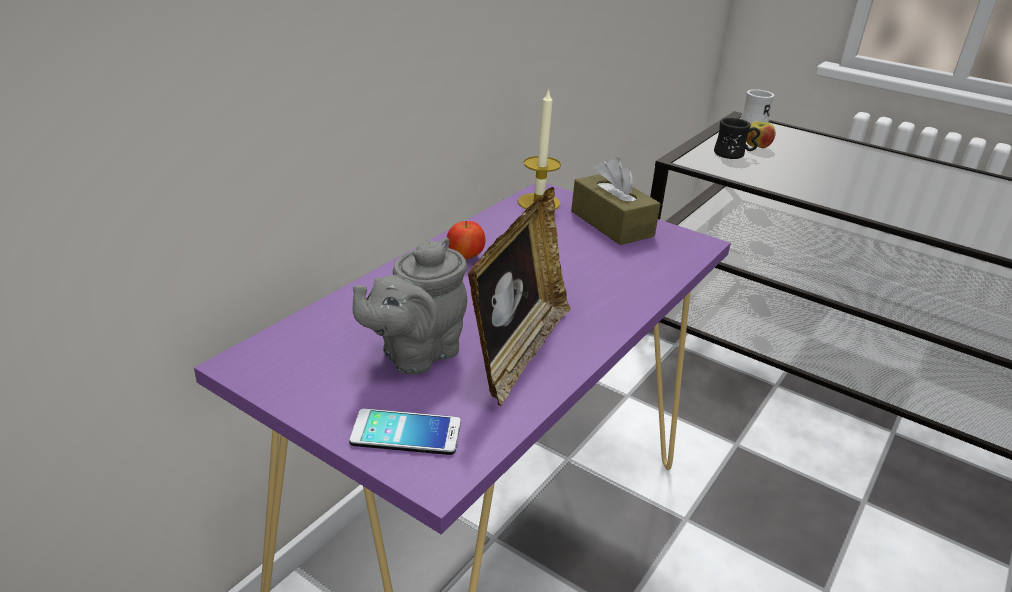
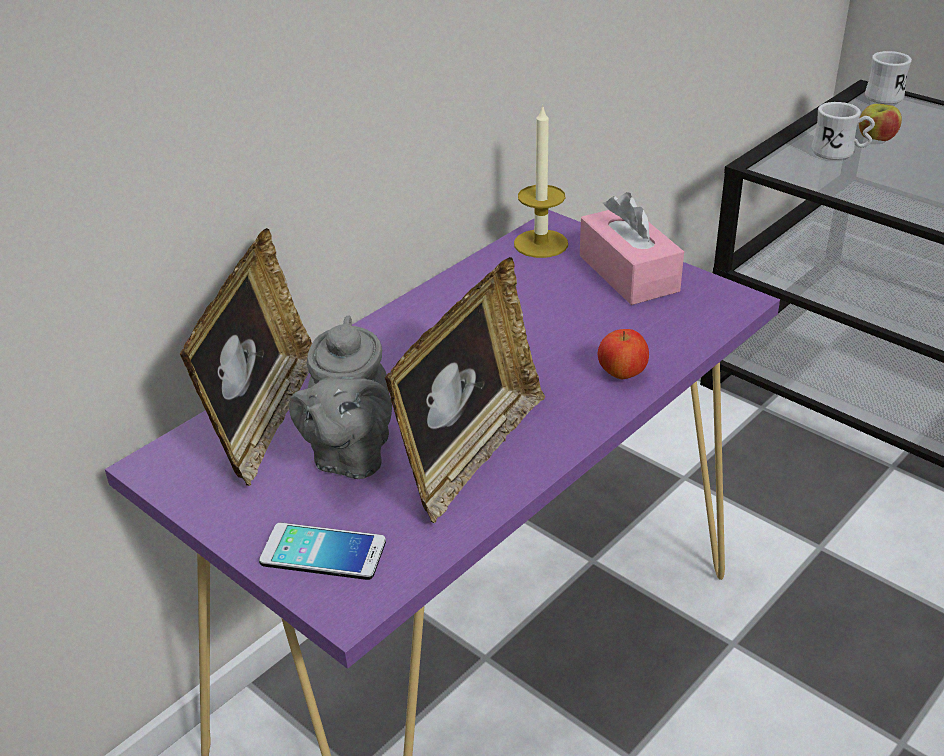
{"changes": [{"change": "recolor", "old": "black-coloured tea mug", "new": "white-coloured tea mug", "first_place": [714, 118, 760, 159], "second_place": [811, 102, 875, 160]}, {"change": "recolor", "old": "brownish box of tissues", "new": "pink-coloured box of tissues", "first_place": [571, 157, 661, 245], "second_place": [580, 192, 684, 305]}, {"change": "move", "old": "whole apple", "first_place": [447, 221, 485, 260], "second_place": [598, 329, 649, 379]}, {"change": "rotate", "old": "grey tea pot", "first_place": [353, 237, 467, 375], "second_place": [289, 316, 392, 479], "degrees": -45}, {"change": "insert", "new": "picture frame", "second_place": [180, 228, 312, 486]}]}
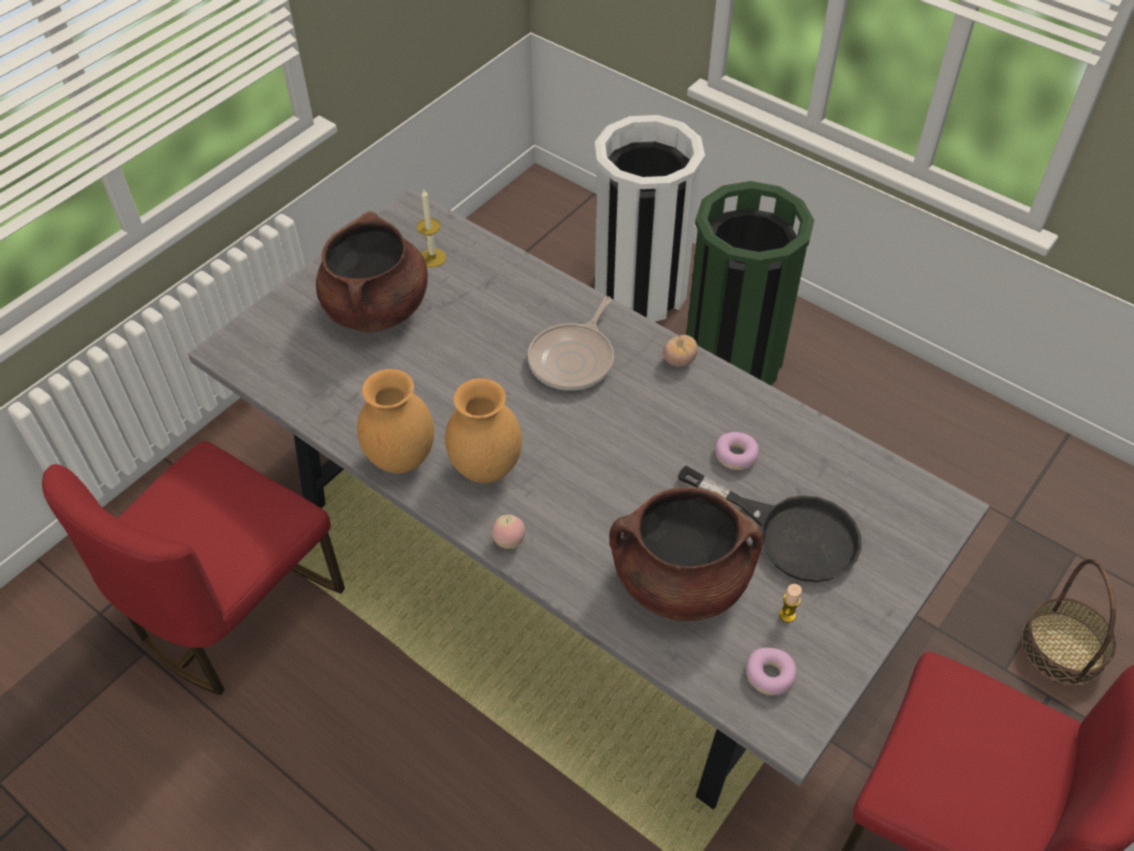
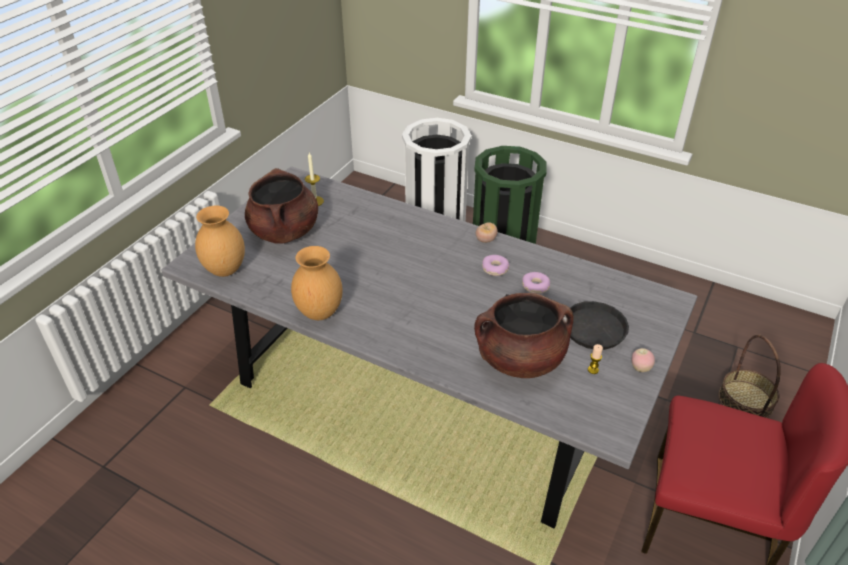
{"changes": [{"change": "delete", "old": "frying pan", "first_place": [528, 296, 614, 391]}, {"change": "move", "old": "brownish decorative vase", "first_place": [445, 378, 522, 483], "second_place": [195, 206, 245, 277]}, {"change": "delete", "old": "reddish plain chair", "first_place": [42, 441, 345, 695]}, {"change": "move", "old": "whole apple", "first_place": [492, 515, 525, 549], "second_place": [632, 348, 655, 372]}, {"change": "move", "old": "doughnut", "first_place": [746, 647, 797, 695], "second_place": [482, 255, 510, 276]}]}
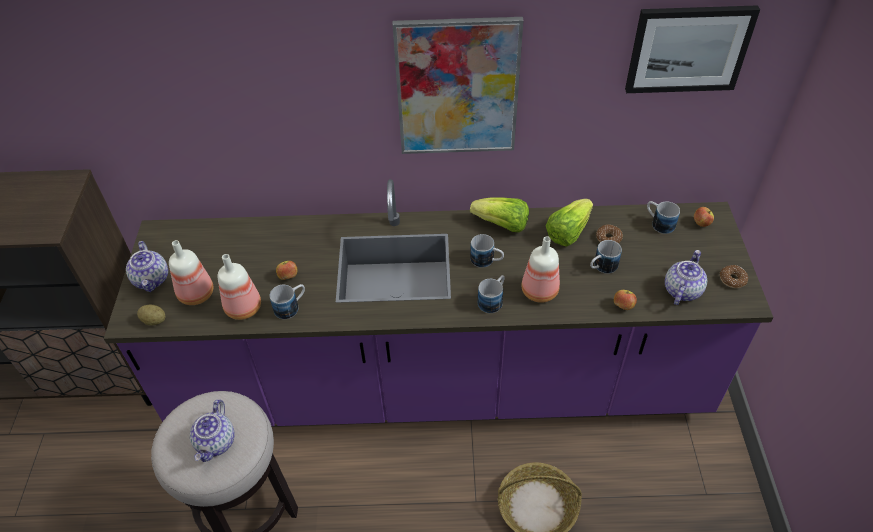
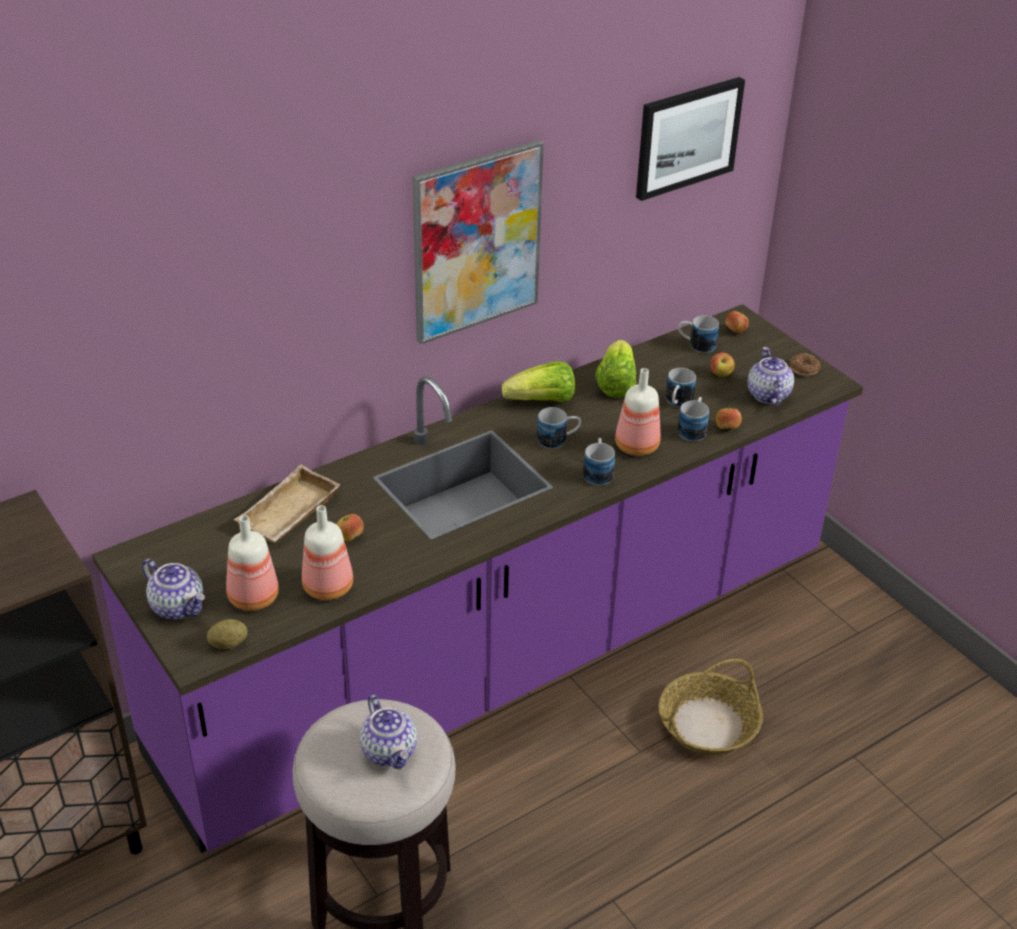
{"changes": [{"change": "delete", "old": "doughnut", "first_place": [596, 225, 623, 244]}, {"change": "move", "old": "tea mug", "first_place": [270, 284, 305, 319], "second_place": [677, 397, 709, 441]}, {"change": "insert", "new": "whole apple", "second_place": [710, 352, 735, 377]}, {"change": "insert", "new": "sand-coloured tray", "second_place": [234, 465, 341, 543]}]}
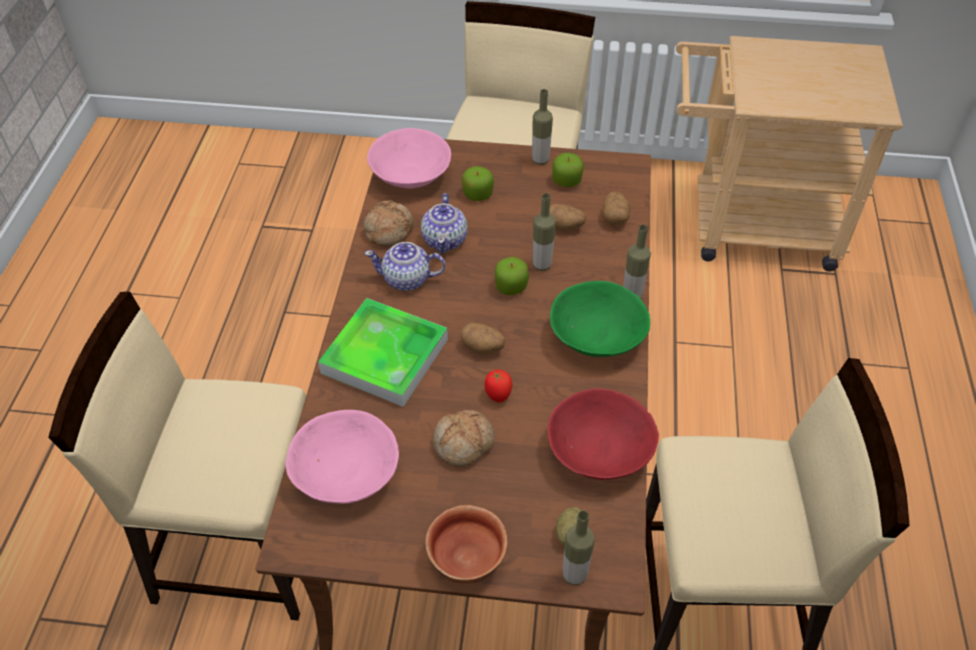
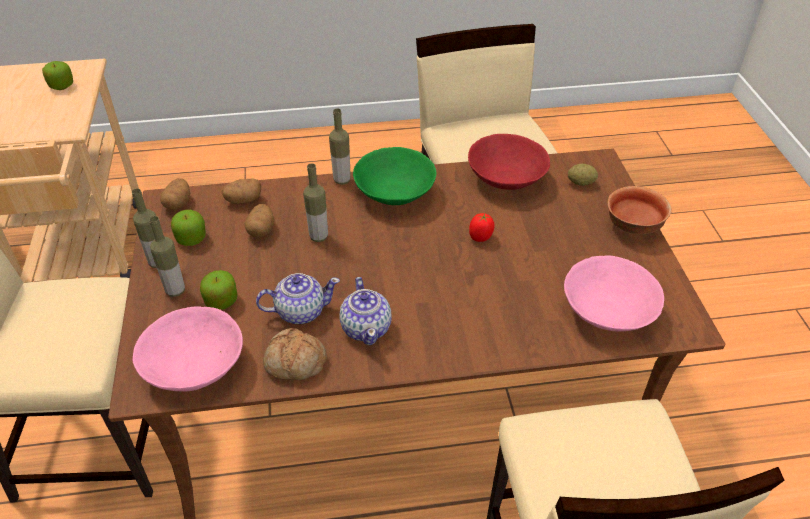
{"changes": [{"change": "move", "old": "whole apple", "first_place": [495, 257, 529, 295], "second_place": [42, 61, 73, 90]}, {"change": "delete", "old": "tray", "first_place": [318, 298, 448, 407]}, {"change": "move", "old": "whole potato", "first_place": [460, 322, 506, 354], "second_place": [160, 178, 190, 210]}, {"change": "delete", "old": "baked bread", "first_place": [433, 410, 495, 467]}, {"change": "move", "old": "bottle", "first_place": [562, 510, 595, 585], "second_place": [149, 216, 185, 297]}]}
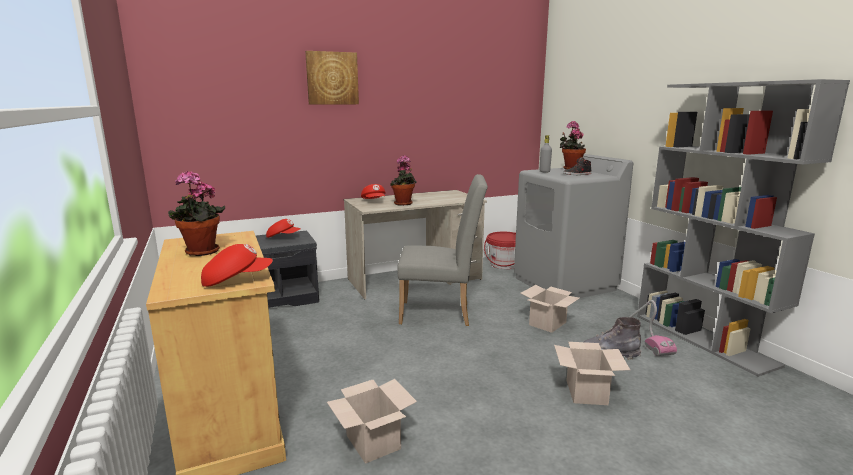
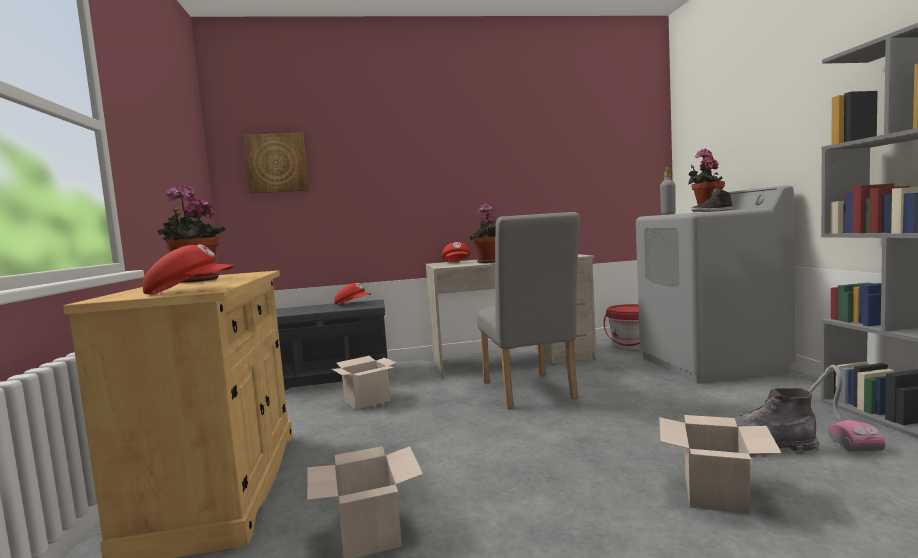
{"changes": [{"change": "move", "old": "wall art", "first_place": [305, 51, 359, 105], "second_place": [243, 133, 309, 194]}, {"change": "rotate", "old": "grey plain chair", "first_place": [397, 174, 488, 326], "second_place": [477, 212, 580, 409], "degrees": 60}, {"change": "move", "old": "cardboard box", "first_place": [521, 285, 580, 333], "second_place": [332, 356, 397, 410]}]}
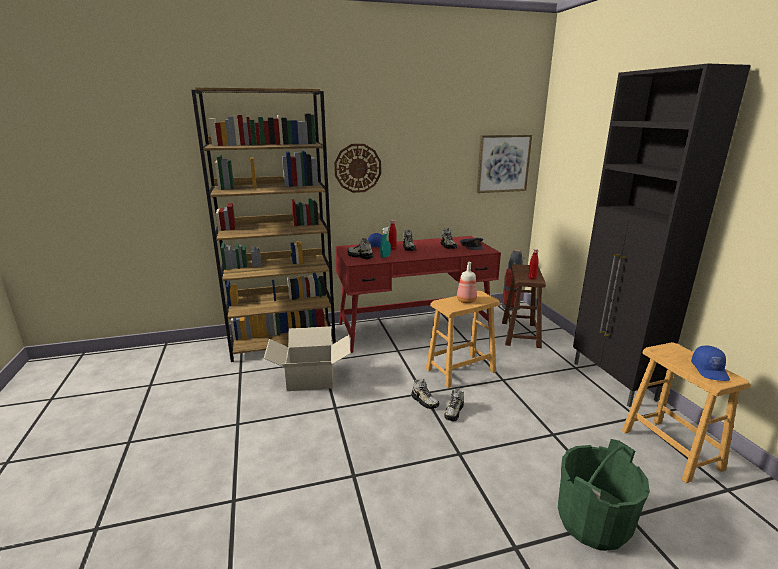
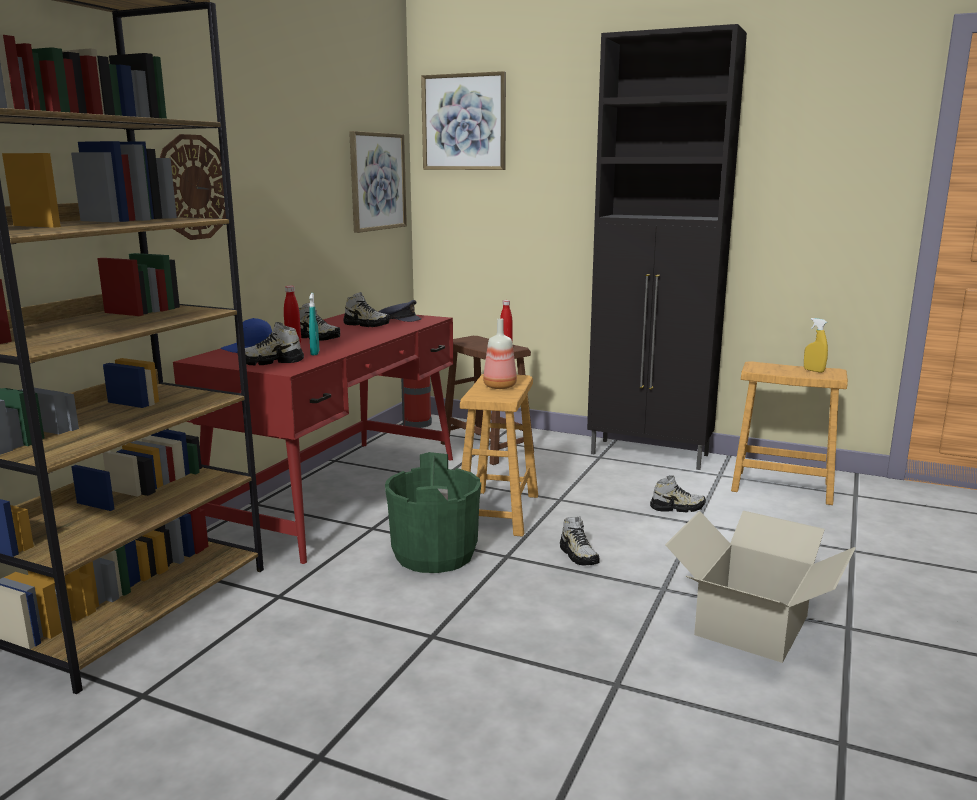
{"changes": [{"change": "move", "old": "cardboard box", "first_place": [264, 326, 351, 391], "second_place": [665, 511, 856, 663]}, {"change": "replace", "old": "bluish baseball cap", "new": "yellow-coloured hand sprayer", "first_place": [691, 346, 730, 381], "second_place": [804, 318, 828, 373]}, {"change": "move", "old": "shoe", "first_place": [411, 379, 439, 409], "second_place": [650, 475, 706, 513]}, {"change": "move", "old": "green-coloured bucket", "first_place": [558, 439, 650, 551], "second_place": [385, 452, 481, 573]}, {"change": "insert", "new": "wall art", "second_place": [421, 71, 506, 170]}]}
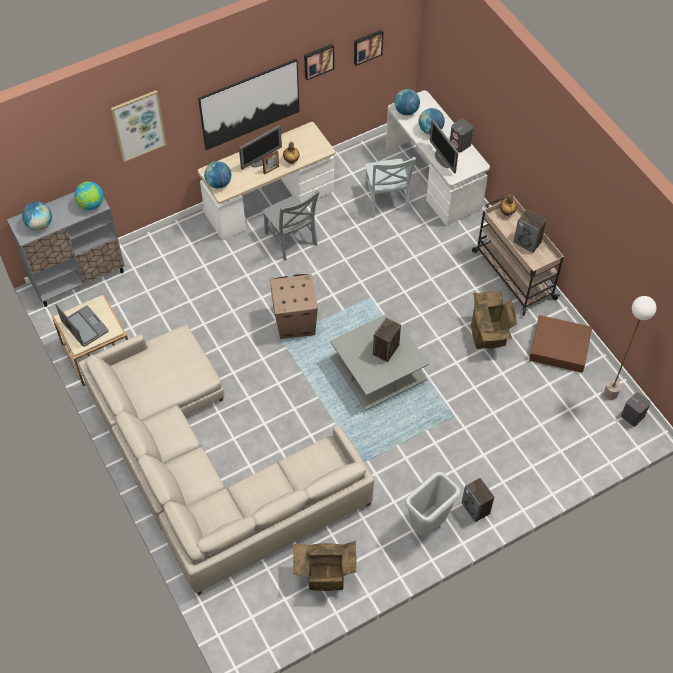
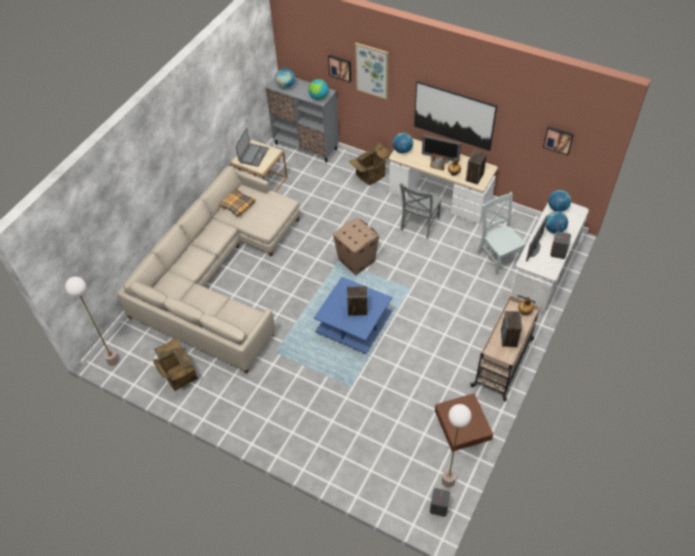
{"changes": [{"change": "move", "old": "wall art", "first_place": [304, 44, 334, 80], "second_place": [328, 55, 351, 82]}, {"change": "rotate", "old": "grey plain chair", "first_place": [365, 157, 416, 218], "second_place": [477, 192, 526, 275], "degrees": 105}, {"change": "move", "old": "cardboard box", "first_place": [471, 290, 517, 349], "second_place": [348, 142, 391, 185]}, {"change": "recolor", "old": "grey low table", "new": "bluish low table", "first_place": [330, 312, 429, 410], "second_place": [314, 277, 392, 354]}, {"change": "delete", "old": "grey rubbish bin", "first_place": [405, 472, 461, 537]}, {"change": "move", "old": "loudspeaker", "first_place": [462, 478, 495, 522], "second_place": [466, 150, 487, 185]}, {"change": "insert", "new": "throw pillow", "second_place": [219, 189, 255, 217]}, {"change": "insert", "new": "floor lamp", "second_place": [65, 277, 119, 366]}]}
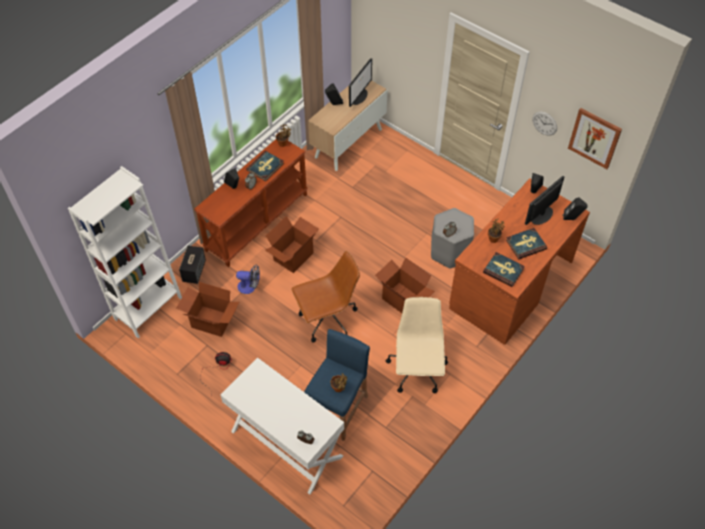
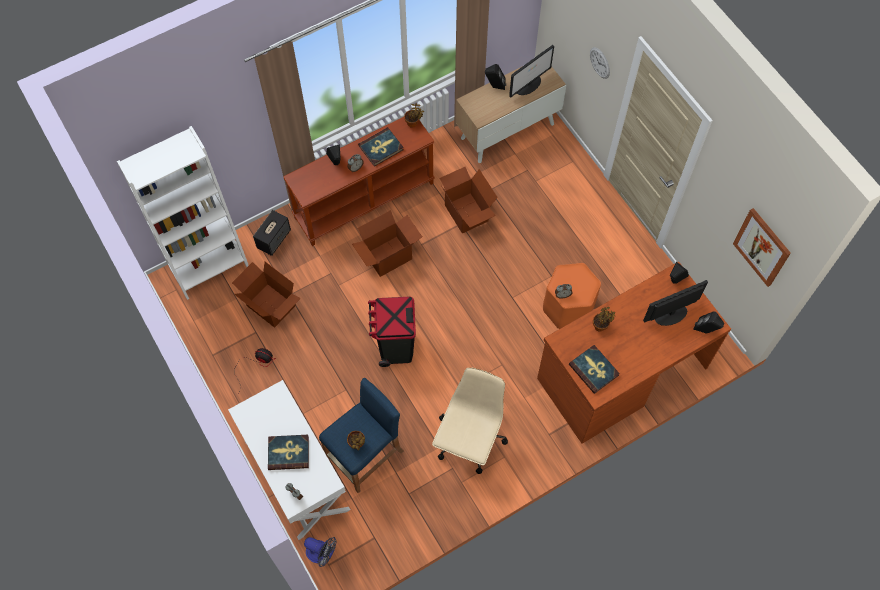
{"changes": [{"change": "move", "old": "wall clock", "first_place": [532, 112, 557, 136], "second_place": [590, 47, 610, 79]}, {"change": "recolor", "old": "grey stool seat", "new": "orange-coloured stool seat", "first_place": [431, 208, 474, 269], "second_place": [543, 263, 601, 329]}, {"change": "move", "old": "book", "first_place": [506, 228, 547, 259], "second_place": [268, 435, 309, 470]}, {"change": "replace", "old": "brownish office chair", "new": "black-coloured rubbish bin", "first_place": [291, 251, 360, 343], "second_place": [368, 297, 416, 367]}, {"change": "move", "old": "cardboard box", "first_place": [375, 258, 435, 313], "second_place": [440, 167, 498, 233]}, {"change": "move", "old": "cooling fan", "first_place": [236, 264, 260, 294], "second_place": [304, 537, 336, 567]}]}
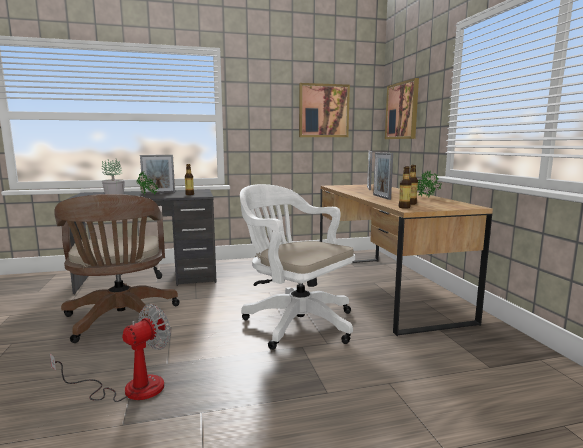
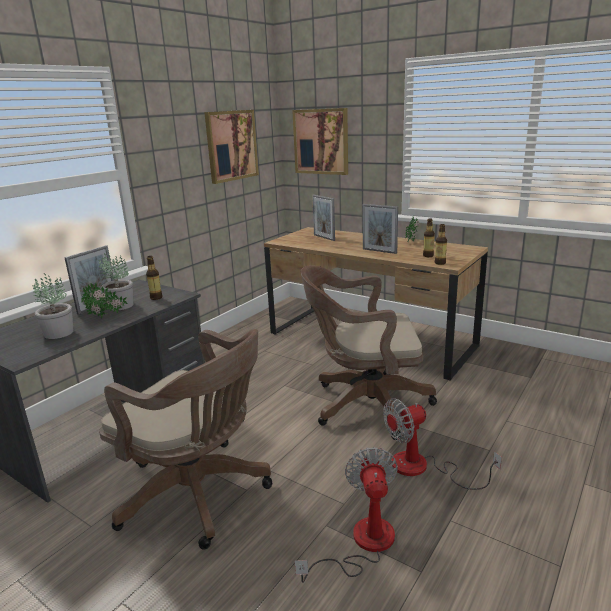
{"changes": [{"change": "recolor", "old": "white-coloured office chair", "new": "brownish office chair", "first_place": [240, 184, 355, 350], "second_place": [301, 266, 437, 440]}, {"change": "insert", "new": "plant in a pot", "second_place": [99, 253, 133, 310]}, {"change": "insert", "new": "cooling fan", "second_place": [383, 398, 502, 490]}]}
